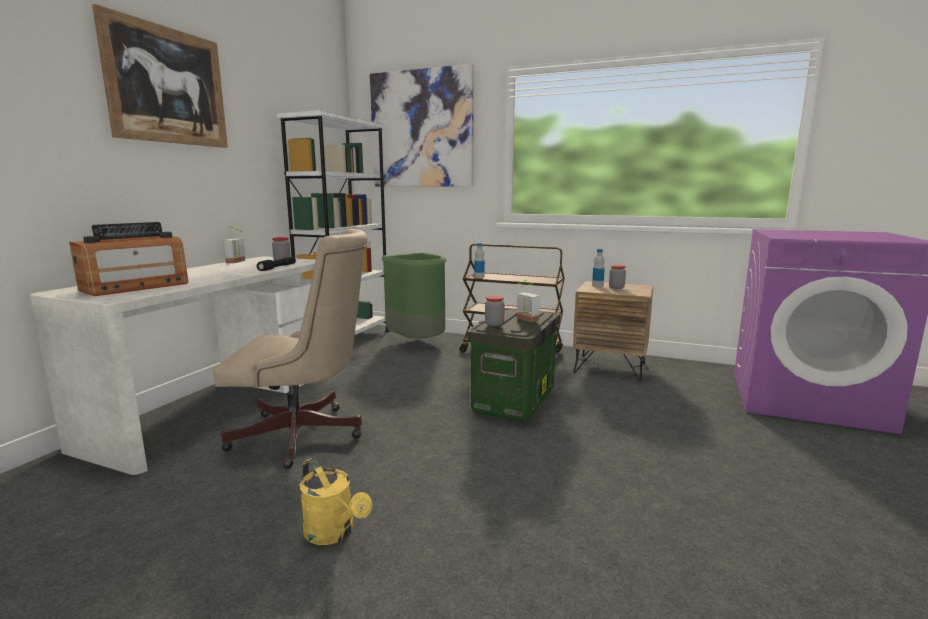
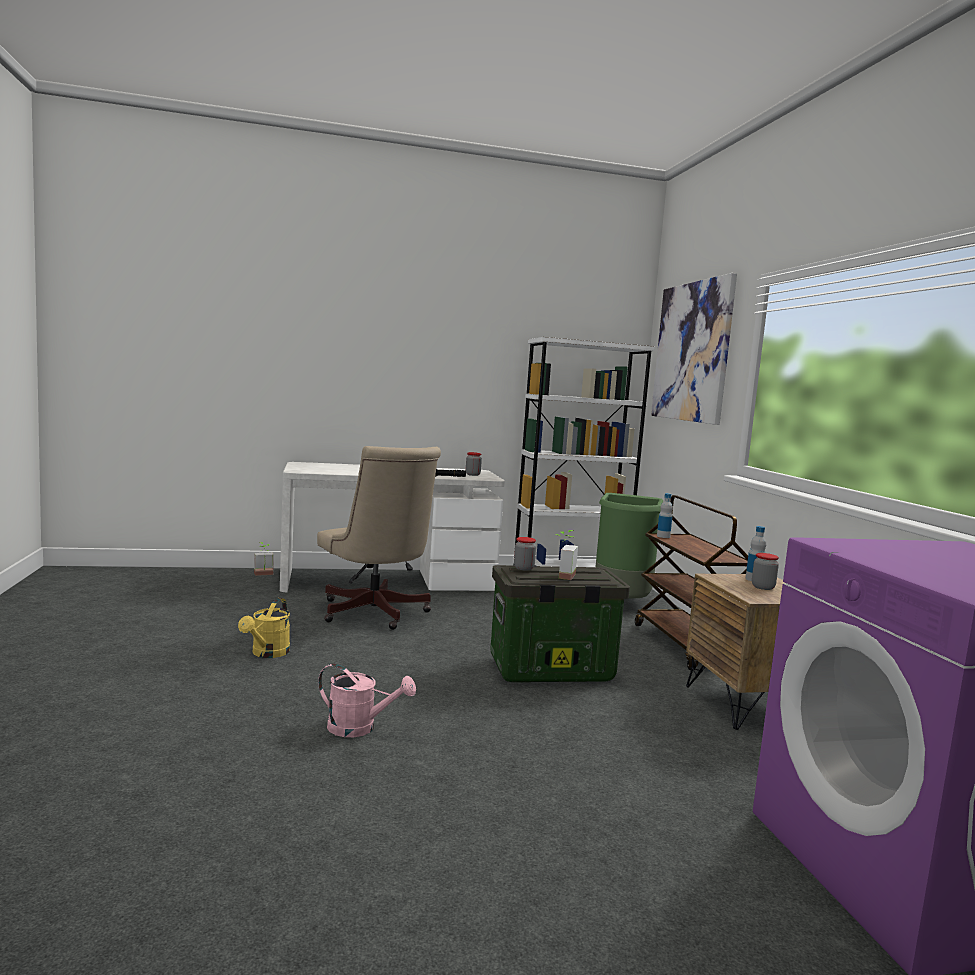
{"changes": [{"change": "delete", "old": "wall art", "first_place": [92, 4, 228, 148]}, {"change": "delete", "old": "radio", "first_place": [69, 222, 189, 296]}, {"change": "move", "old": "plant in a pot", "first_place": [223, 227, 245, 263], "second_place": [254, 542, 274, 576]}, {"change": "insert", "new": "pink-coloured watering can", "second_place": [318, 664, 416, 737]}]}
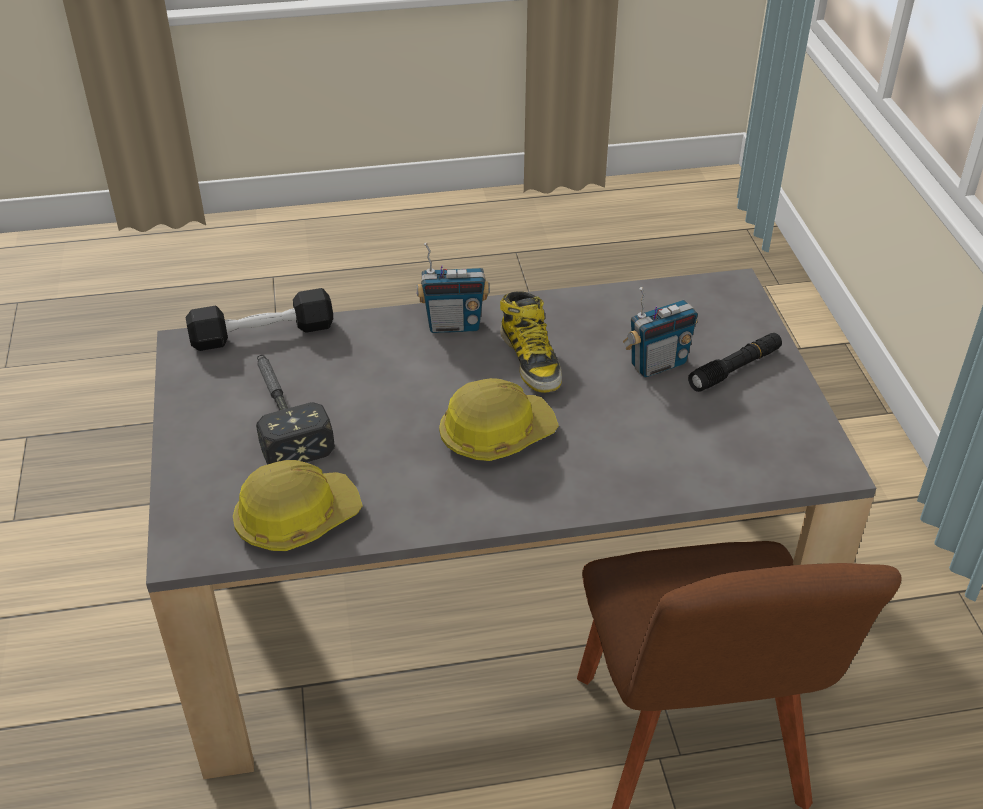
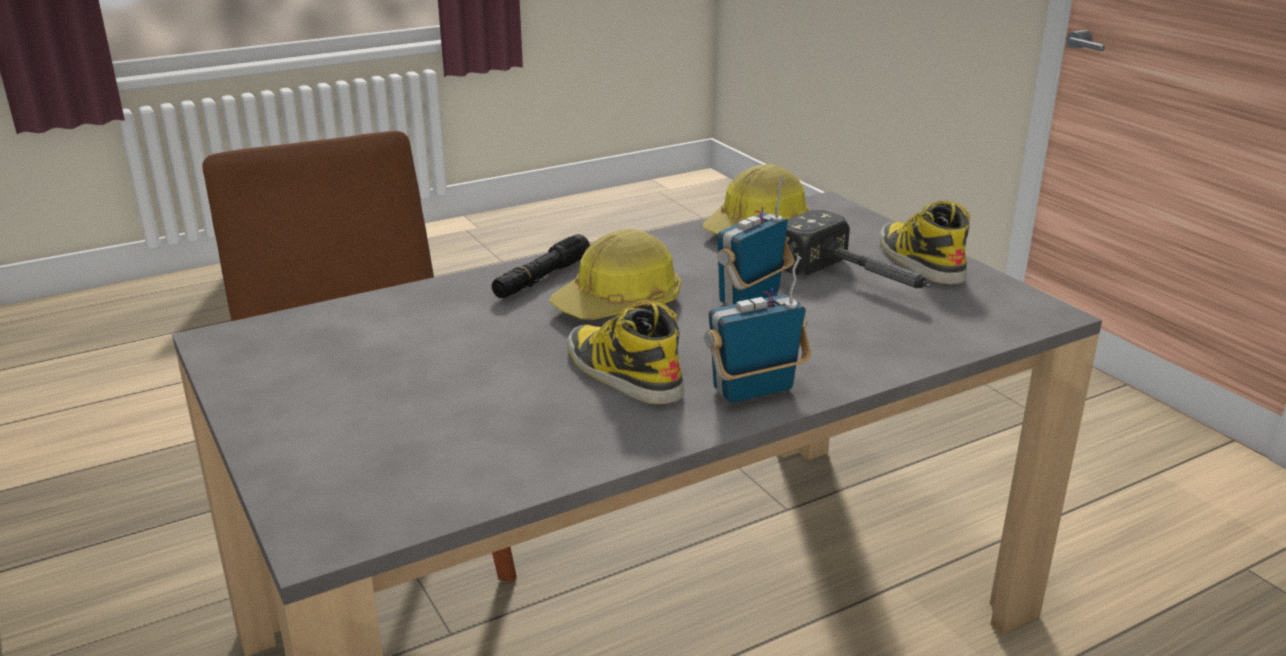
{"changes": [{"change": "move", "old": "radio", "first_place": [623, 287, 698, 378], "second_place": [717, 176, 794, 306]}, {"change": "delete", "old": "black-coloured hand weight", "first_place": [186, 288, 333, 351]}, {"change": "move", "old": "black-coloured torch", "first_place": [688, 333, 782, 392], "second_place": [492, 234, 590, 298]}, {"change": "insert", "new": "high-top boot", "second_place": [879, 200, 970, 285]}]}
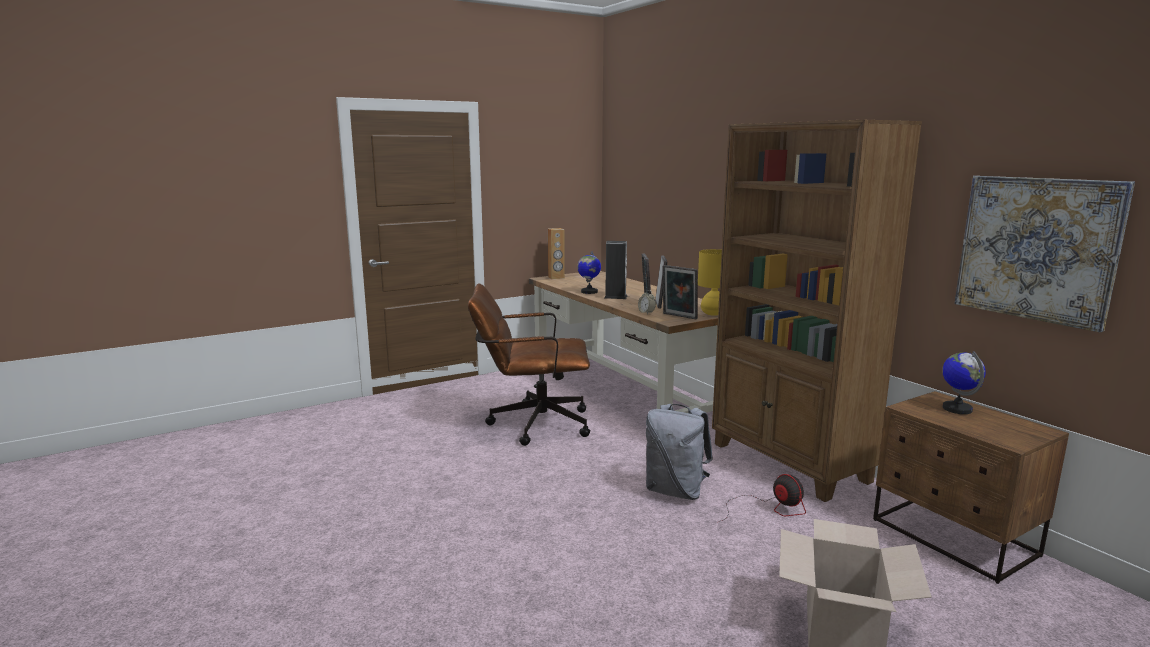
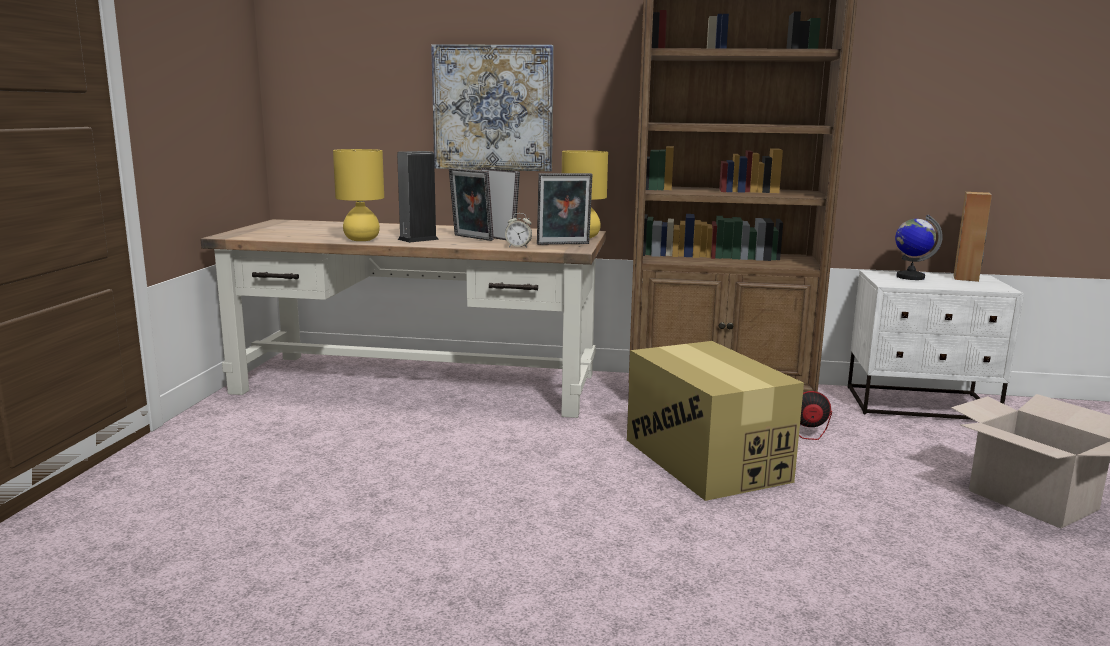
{"changes": [{"change": "move", "old": "wall art", "first_place": [954, 176, 1135, 332], "second_place": [431, 44, 554, 172]}, {"change": "move", "old": "brownish loudspeaker", "first_place": [548, 228, 565, 279], "second_place": [953, 192, 992, 282]}, {"change": "replace", "old": "world globe", "new": "yellow-coloured table lamp", "first_place": [577, 251, 601, 294], "second_place": [333, 149, 384, 241]}, {"change": "delete", "old": "brownish office chair", "first_place": [468, 283, 590, 446]}, {"change": "recolor", "old": "brownish bedside table", "new": "white-coloured bedside table", "first_place": [873, 391, 1069, 584], "second_place": [848, 270, 1024, 420]}, {"change": "replace", "old": "grey knapsack", "new": "cardboard box", "first_place": [646, 404, 713, 500], "second_place": [627, 341, 804, 501]}]}
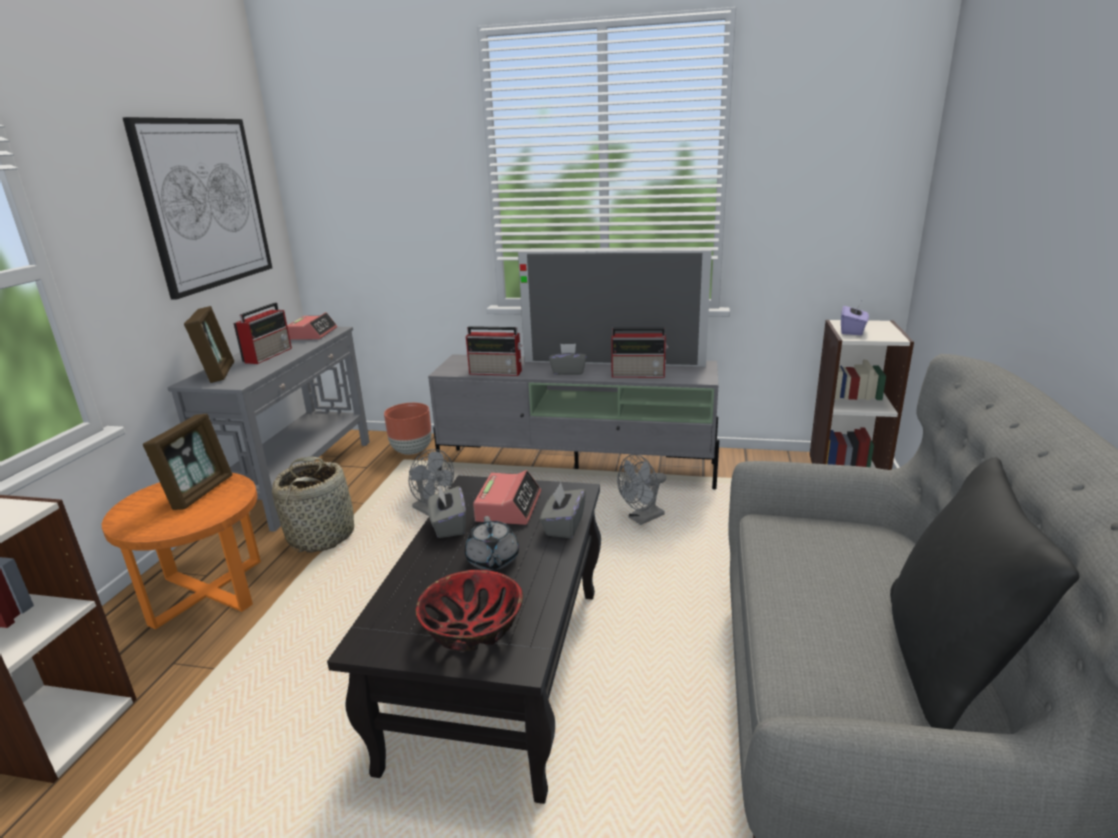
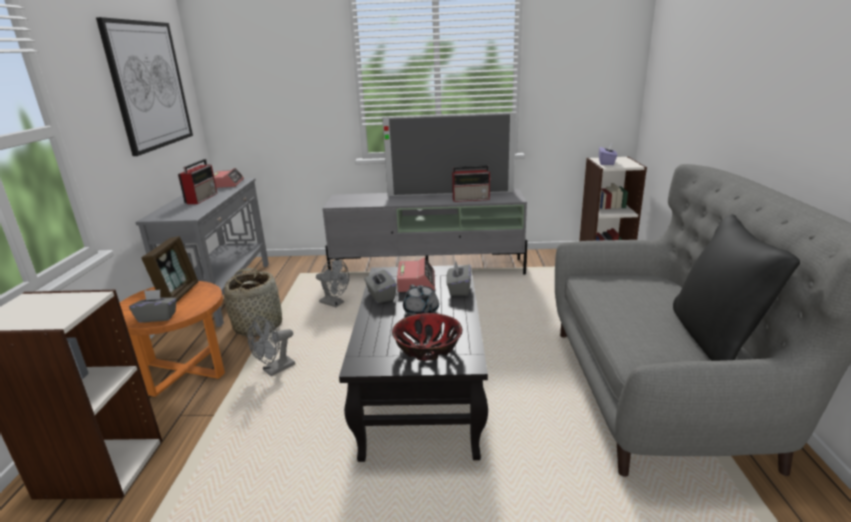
{"changes": [{"change": "delete", "old": "picture frame", "first_place": [184, 306, 235, 383]}, {"change": "delete", "old": "radio", "first_place": [466, 326, 522, 376]}, {"change": "move", "old": "grey box of tissues", "first_place": [549, 344, 587, 375], "second_place": [129, 290, 177, 323]}, {"change": "delete", "old": "brownish plant pot", "first_place": [384, 403, 432, 455]}, {"change": "move", "old": "grey cooling fan", "first_place": [617, 454, 666, 525], "second_place": [248, 316, 295, 376]}]}
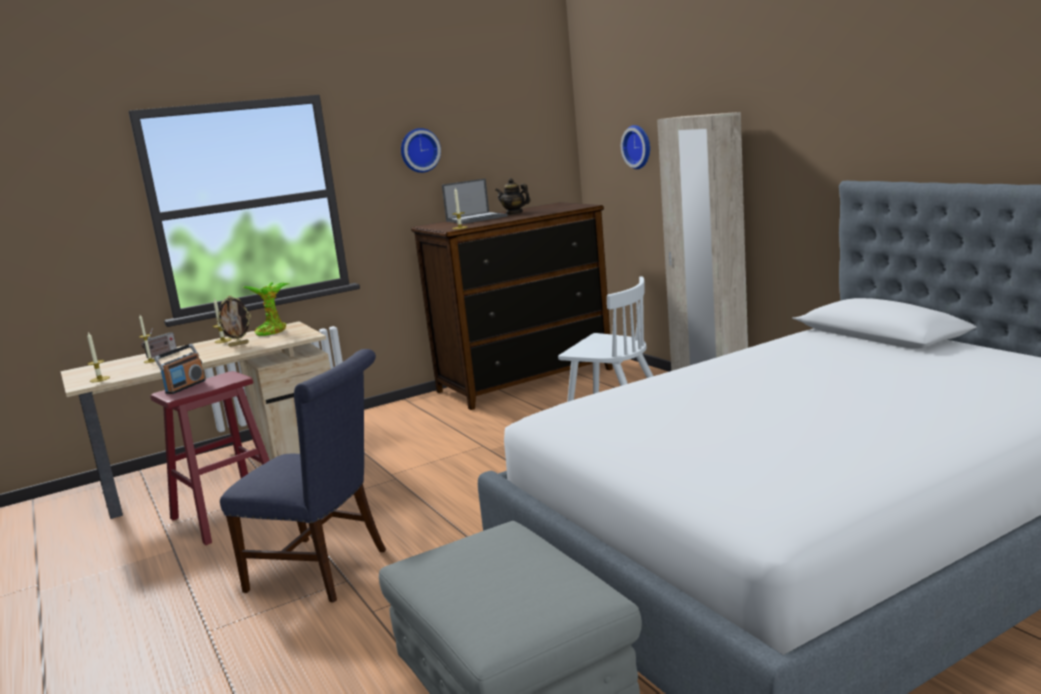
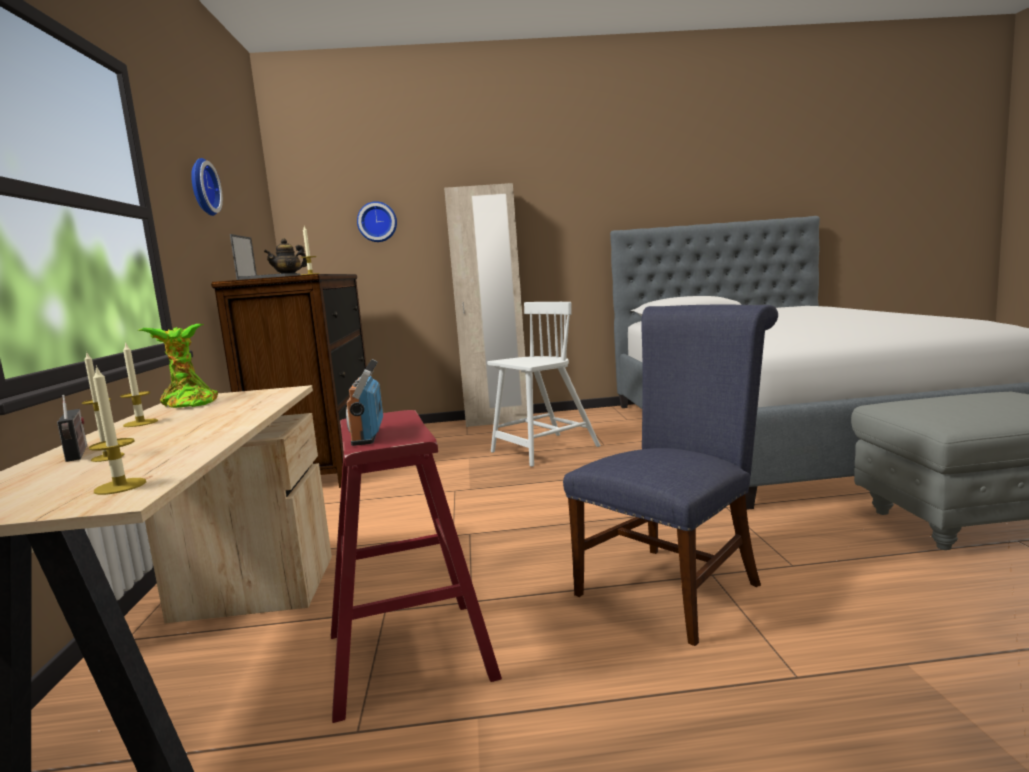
{"changes": [{"change": "delete", "old": "picture frame", "first_place": [217, 296, 251, 347]}, {"change": "rotate", "old": "radio", "first_place": [154, 344, 206, 394], "second_place": [346, 359, 383, 446], "degrees": -150}]}
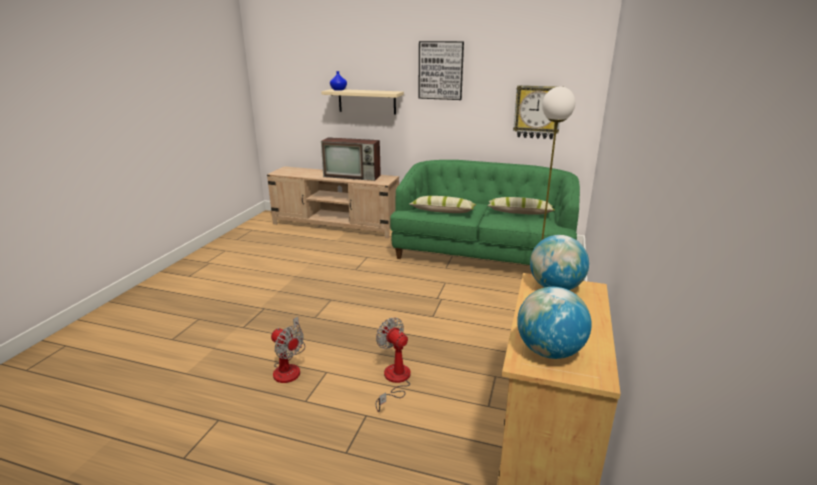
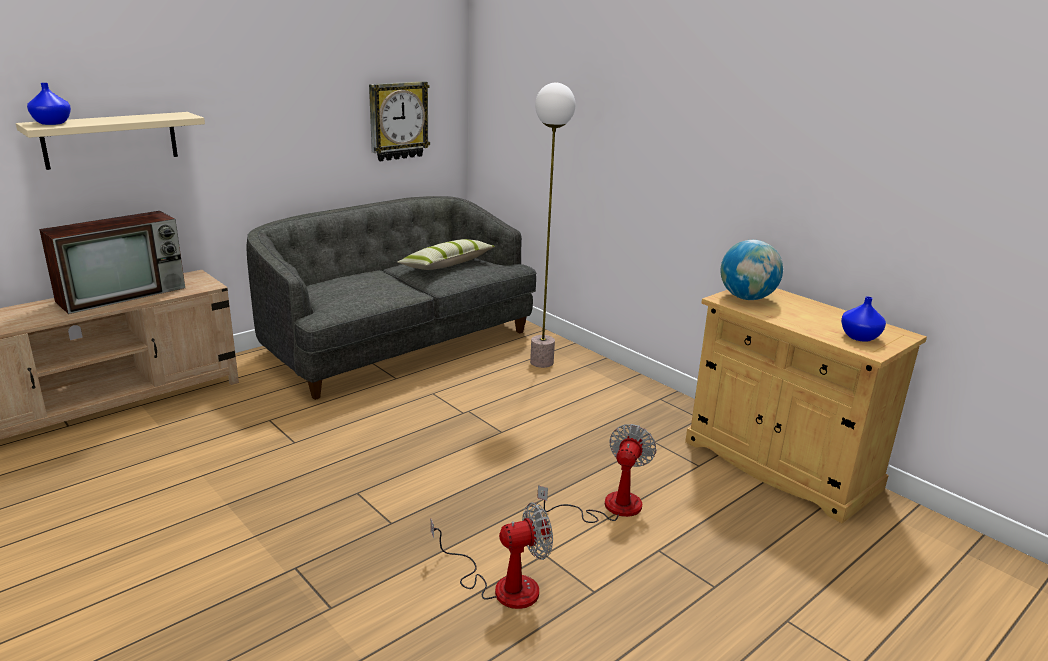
{"changes": [{"change": "delete", "old": "wall art", "first_place": [418, 41, 464, 100]}, {"change": "recolor", "old": "green-coloured couch", "new": "grey couch", "first_place": [390, 160, 580, 265], "second_place": [247, 196, 536, 400]}, {"change": "delete", "old": "throw pillow", "first_place": [409, 196, 476, 213]}, {"change": "replace", "old": "world globe", "new": "bluish decorative vase", "first_place": [517, 287, 592, 359], "second_place": [841, 296, 886, 342]}, {"change": "rotate", "old": "cooling fan", "first_place": [376, 317, 411, 412], "second_place": [537, 424, 657, 523], "degrees": 120}]}
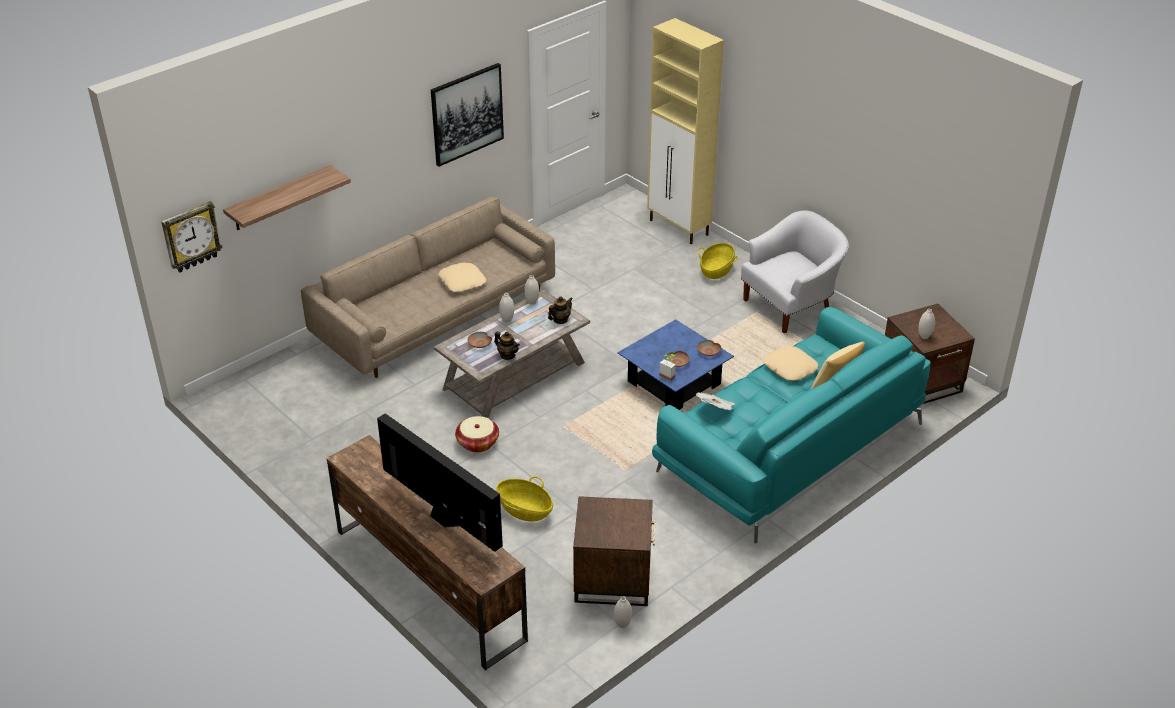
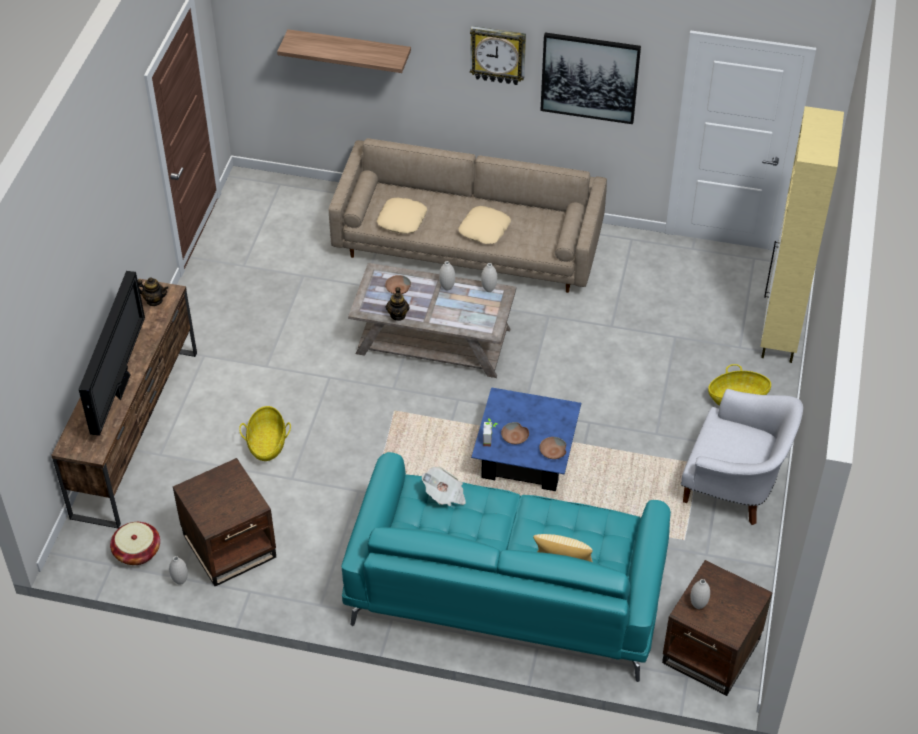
{"changes": [{"change": "move", "old": "wall clock", "first_place": [161, 201, 223, 272], "second_place": [470, 26, 526, 85]}, {"change": "move", "old": "tea pot", "first_place": [548, 296, 573, 324], "second_place": [138, 277, 168, 306]}, {"change": "move", "old": "sand-coloured throw pillow", "first_place": [763, 346, 819, 381], "second_place": [377, 198, 427, 234]}, {"change": "move", "old": "household basket", "first_place": [455, 416, 499, 453], "second_place": [110, 522, 160, 565]}]}
